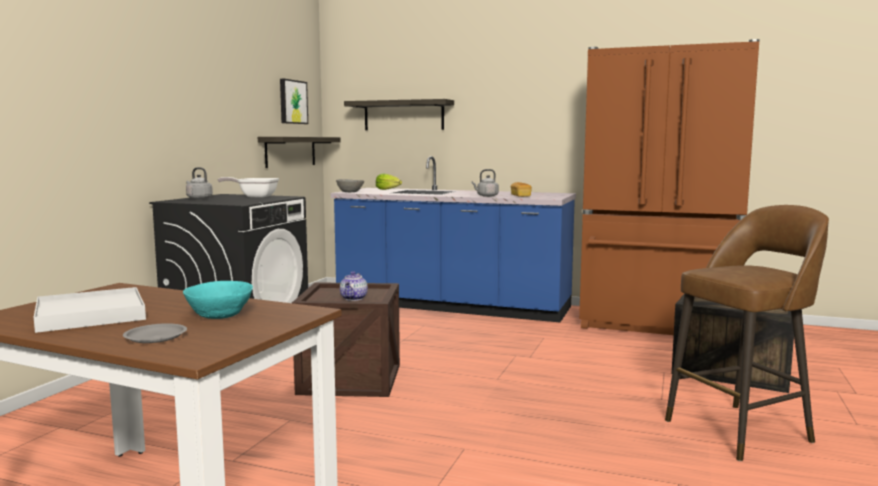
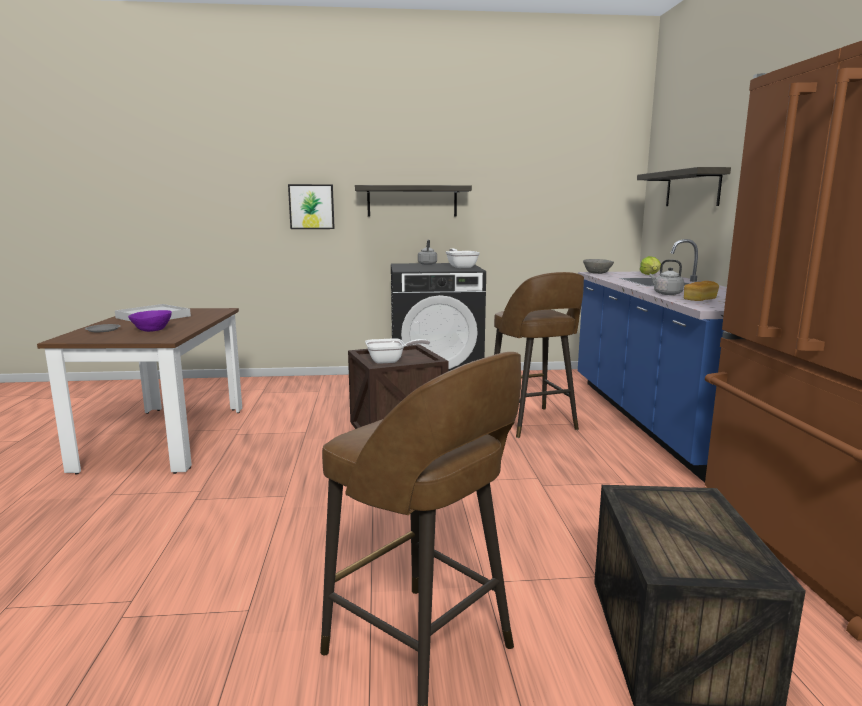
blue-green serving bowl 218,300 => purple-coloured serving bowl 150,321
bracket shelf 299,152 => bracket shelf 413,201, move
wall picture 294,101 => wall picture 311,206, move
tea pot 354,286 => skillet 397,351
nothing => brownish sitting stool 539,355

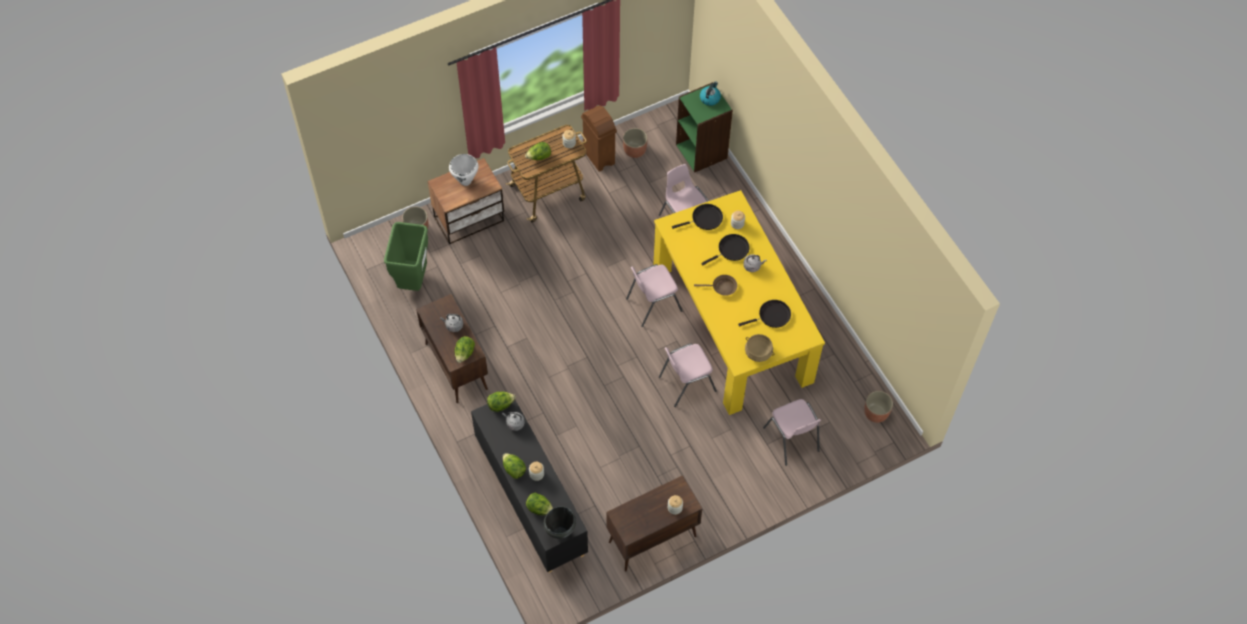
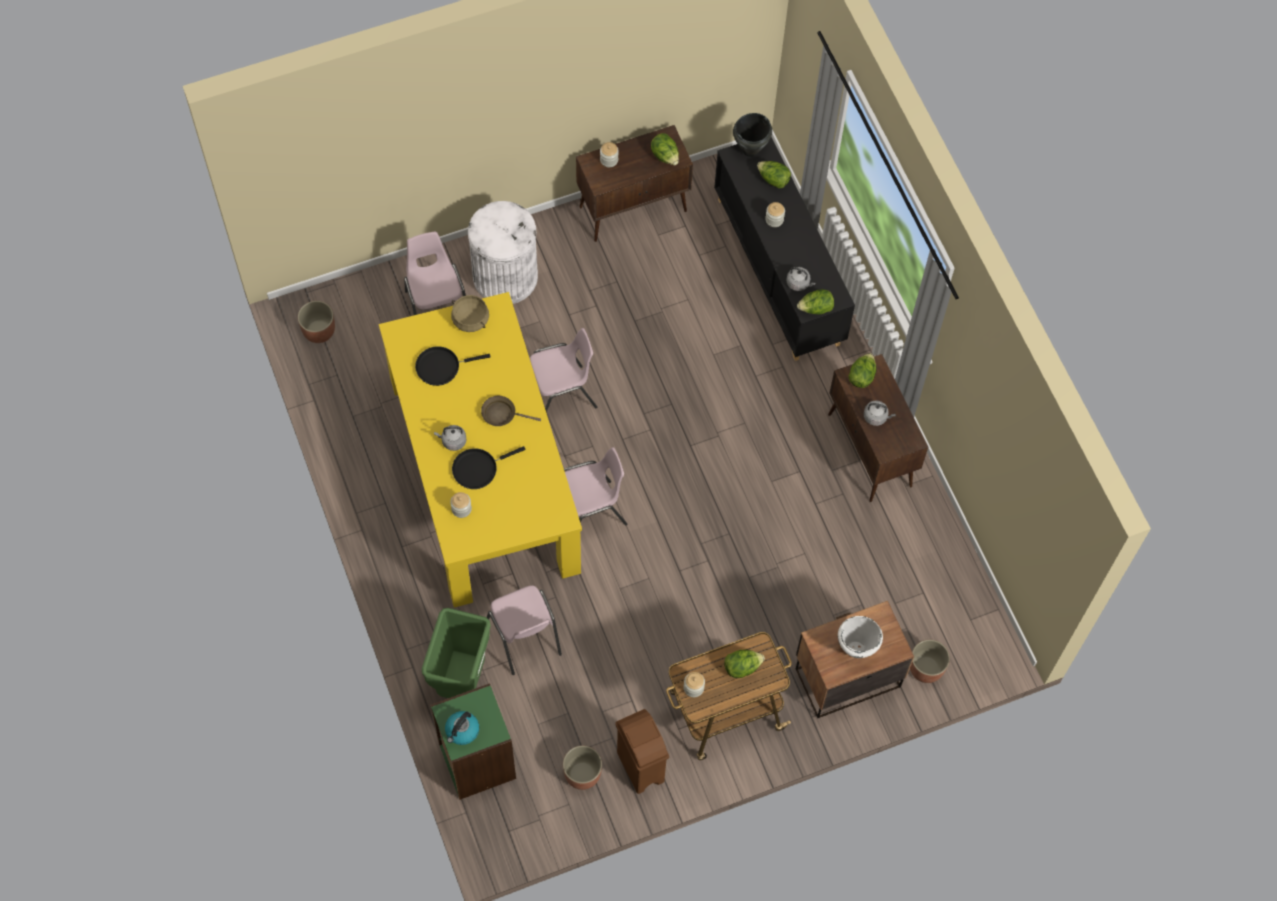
green waste bin 406,256 => green waste bin 456,653, move
lettuce 514,466 => lettuce 665,149, move
black skillet 697,217 => nothing
nothing => white waste bin 503,252

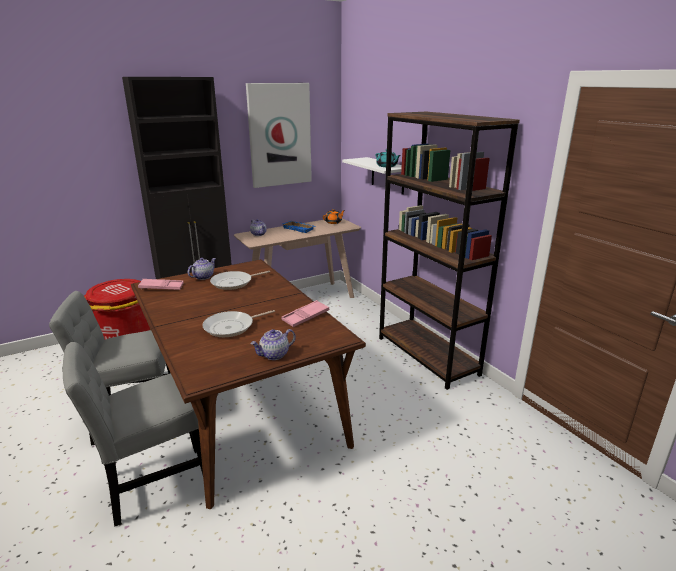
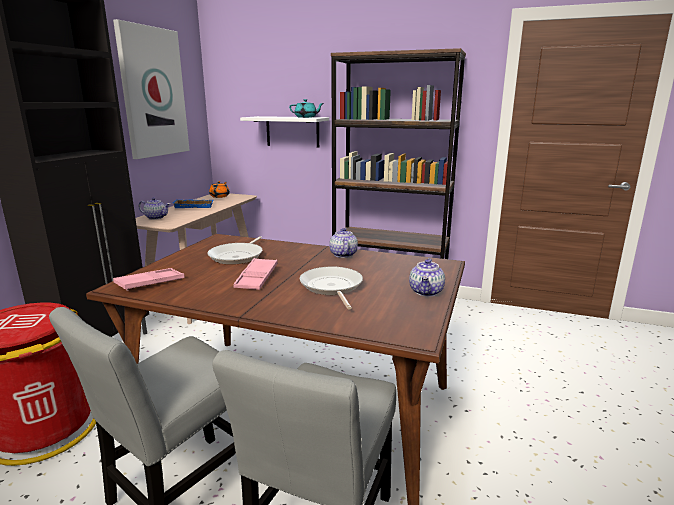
tea pot 202,269 => tea pot 343,243, move
skillet 238,323 => skillet 331,288, 150 degrees clockwise
pink-coloured serving tray 305,313 => pink-coloured serving tray 256,274, move

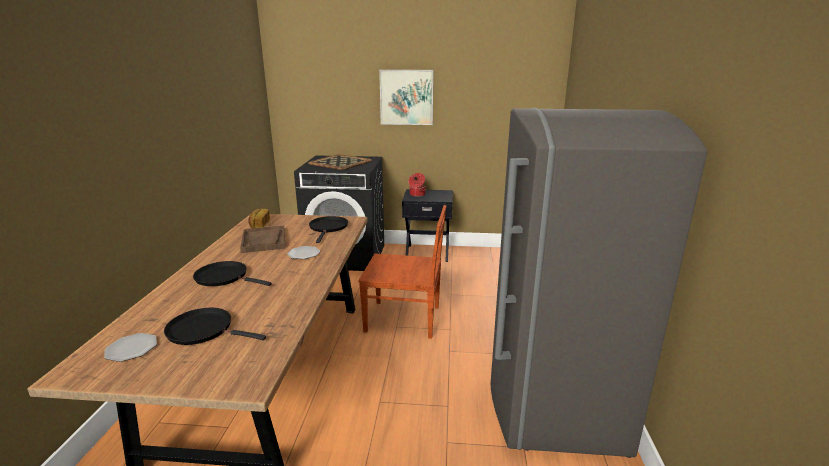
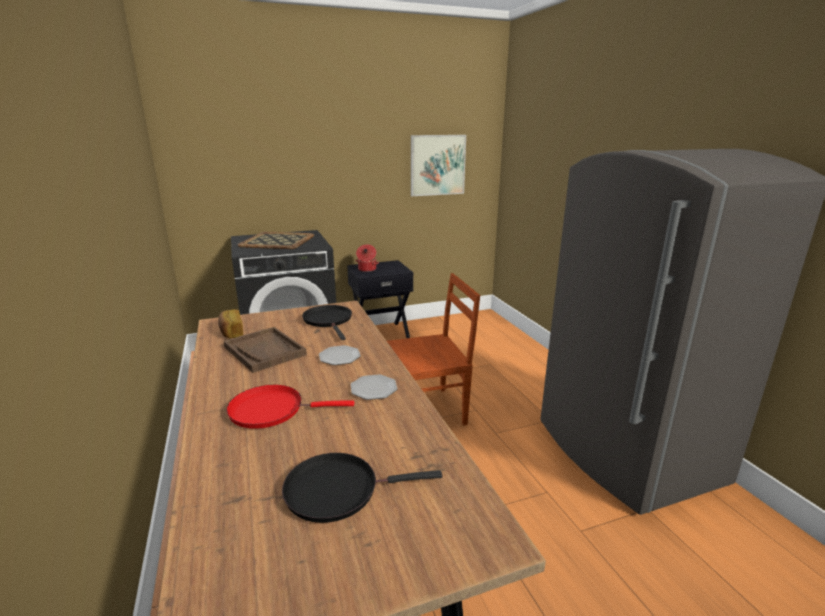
dinner plate 130,347 => dinner plate 374,387, move
black skillet 232,273 => reddish skillet 290,407
wall picture 406,97 => wall picture 438,165, move

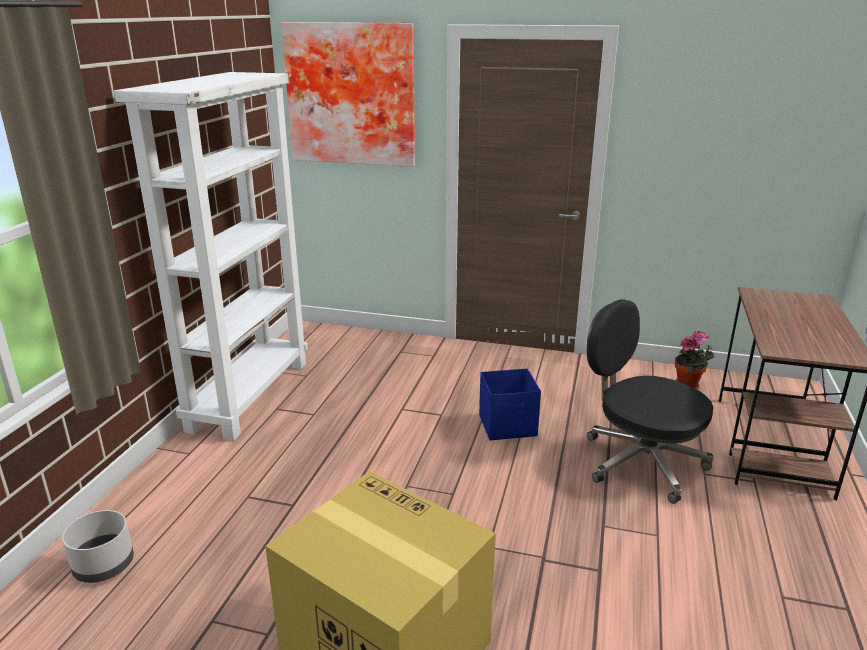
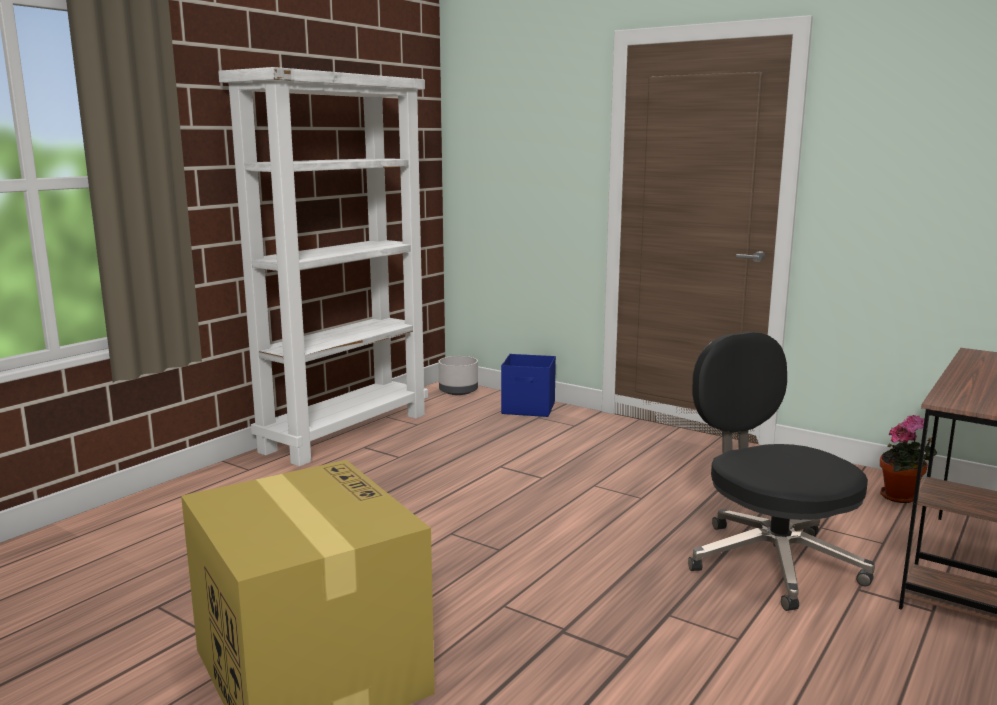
greyish plant pot 98,546 => greyish plant pot 458,375, move
wall picture 348,94 => nothing
bluish storage container 510,404 => bluish storage container 528,385, move

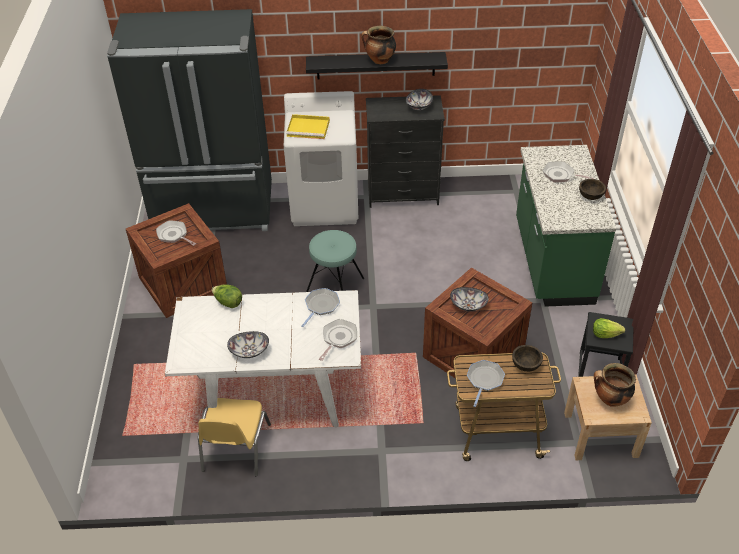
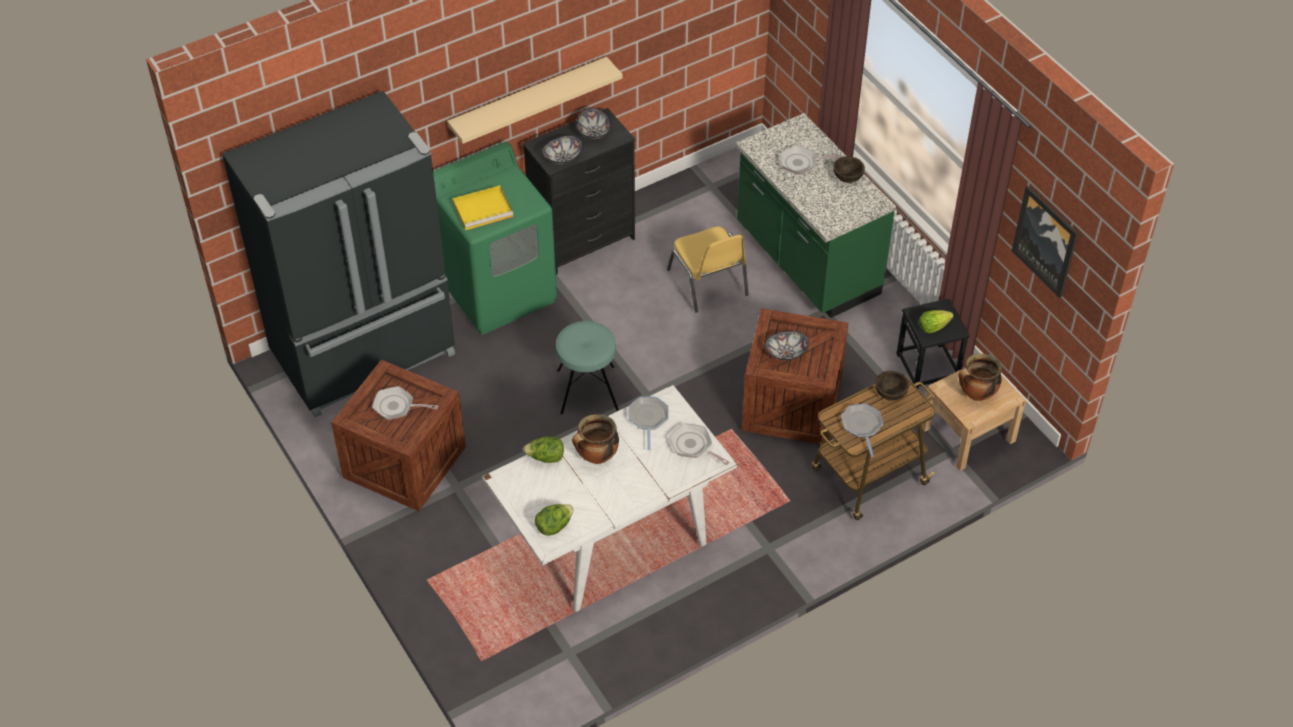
yellow plain chair 234,437 => yellow plain chair 708,269, move
serving bowl 248,344 => serving bowl 562,149, move
white laundry appliance 321,158 => green laundry appliance 495,238
black bracket shelf 377,66 => sand-coloured bracket shelf 535,100
skillet 338,340 => skillet 699,444, 45 degrees counterclockwise
saucepot 378,45 => saucepot 595,439, move
nothing => lettuce 554,520
nothing => wall picture 1045,242

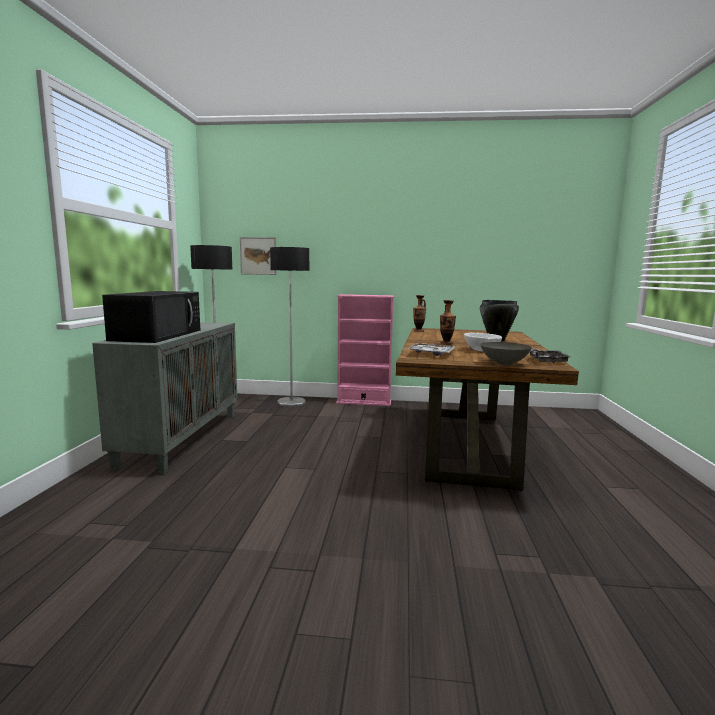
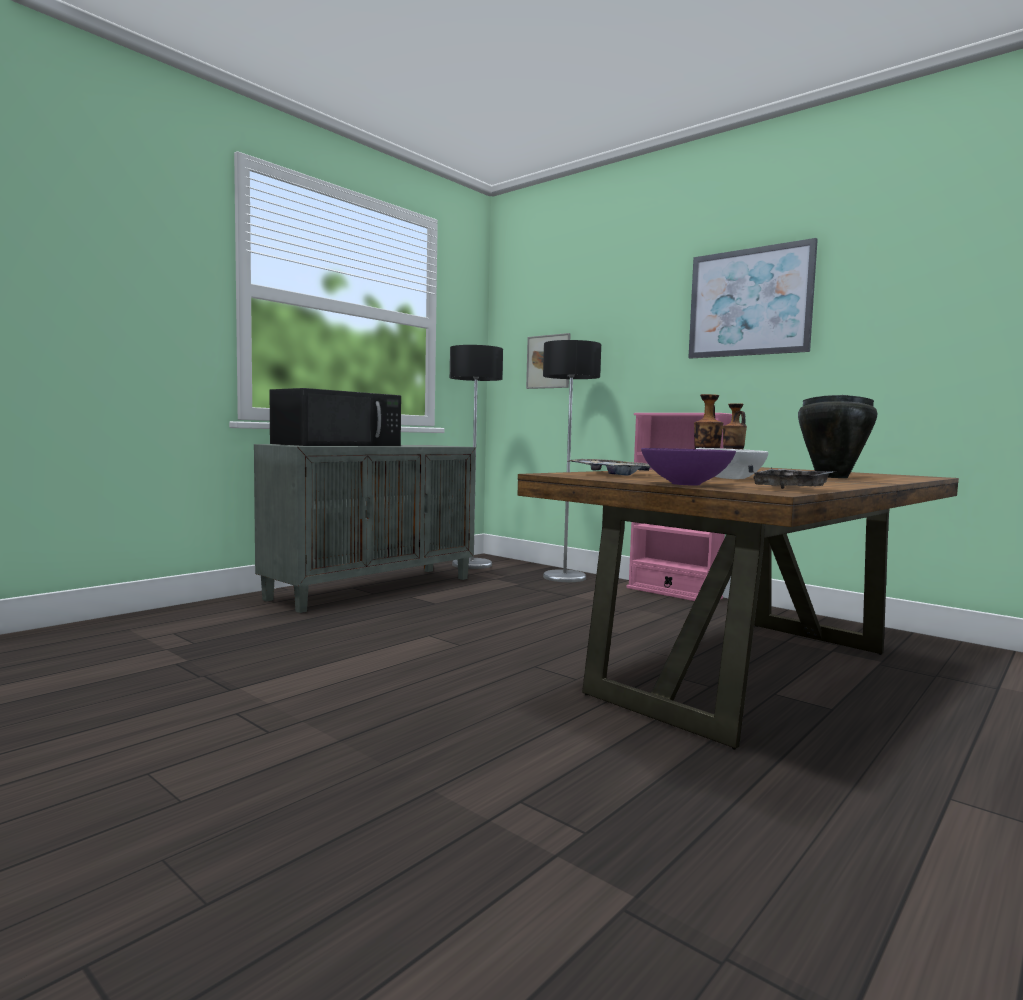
greyish serving bowl 506,353 => purple-coloured serving bowl 688,466
nothing => wall picture 753,298

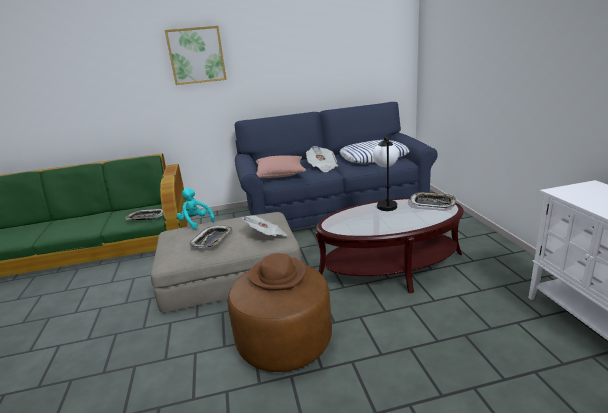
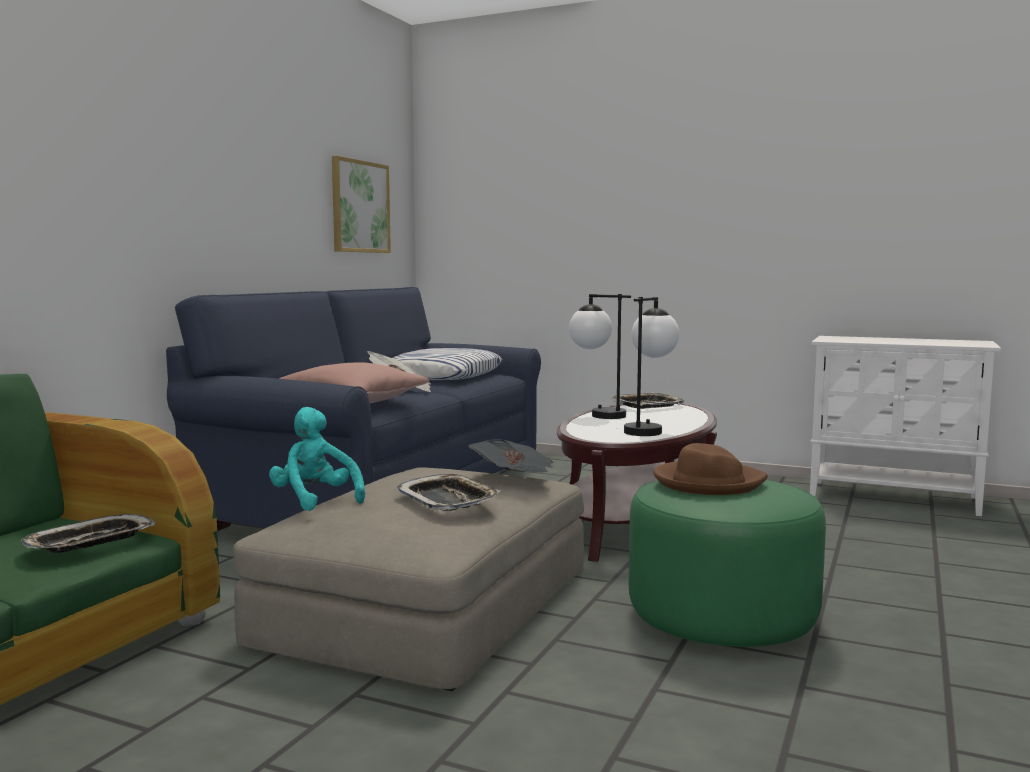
wall picture 196,55 => wall picture 361,204, move
blue-green cuddly toy 196,208 => blue-green cuddly toy 317,459, 60 degrees clockwise
brownish ottoman 280,318 => green ottoman 727,563
nothing => lamp for a table 651,366

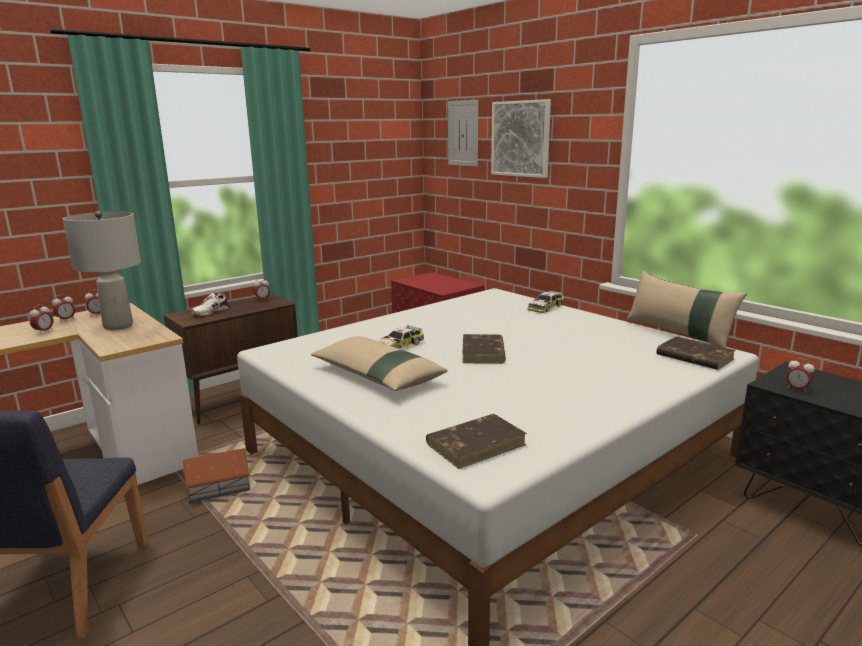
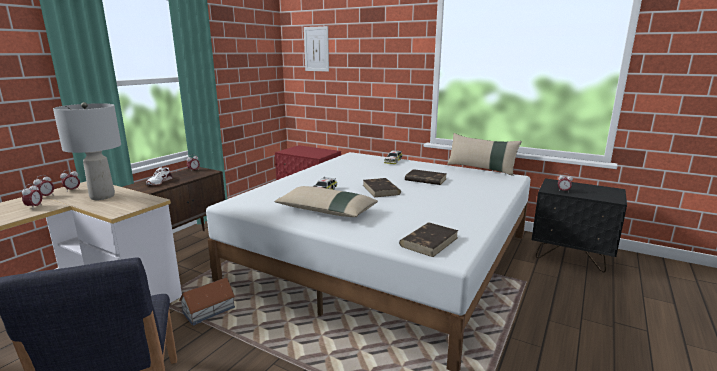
wall picture 521,138 => nothing
brownish book 696,353 => brownish book 426,177, move

